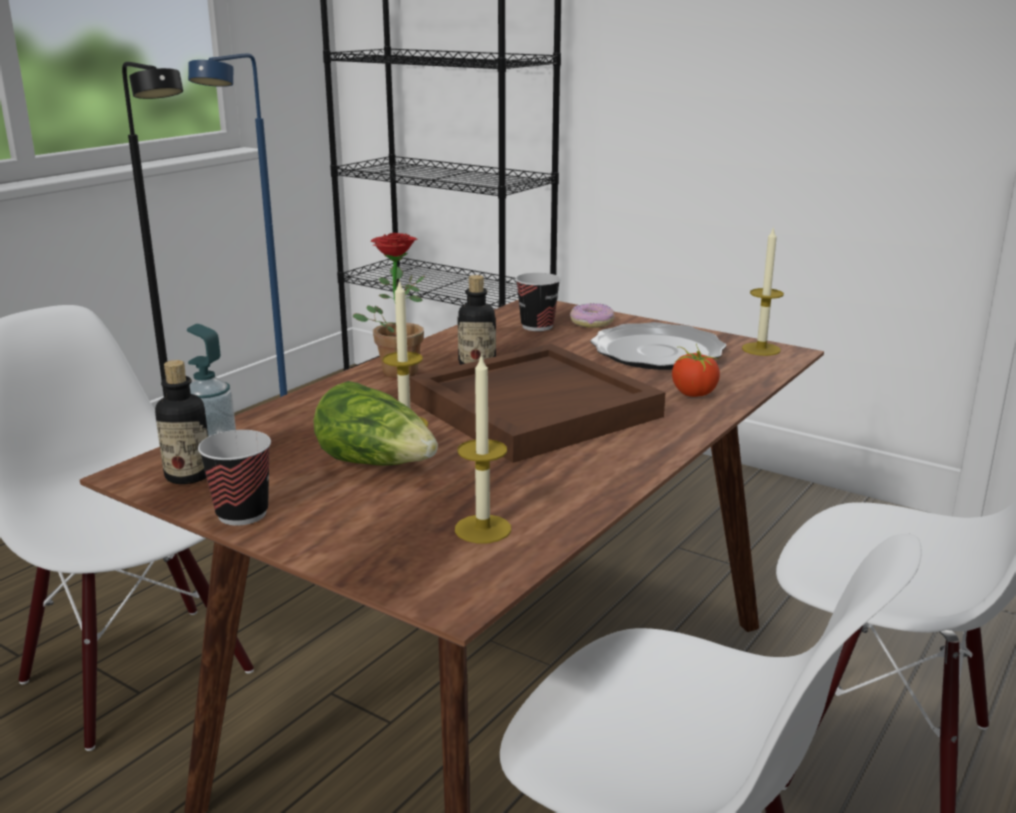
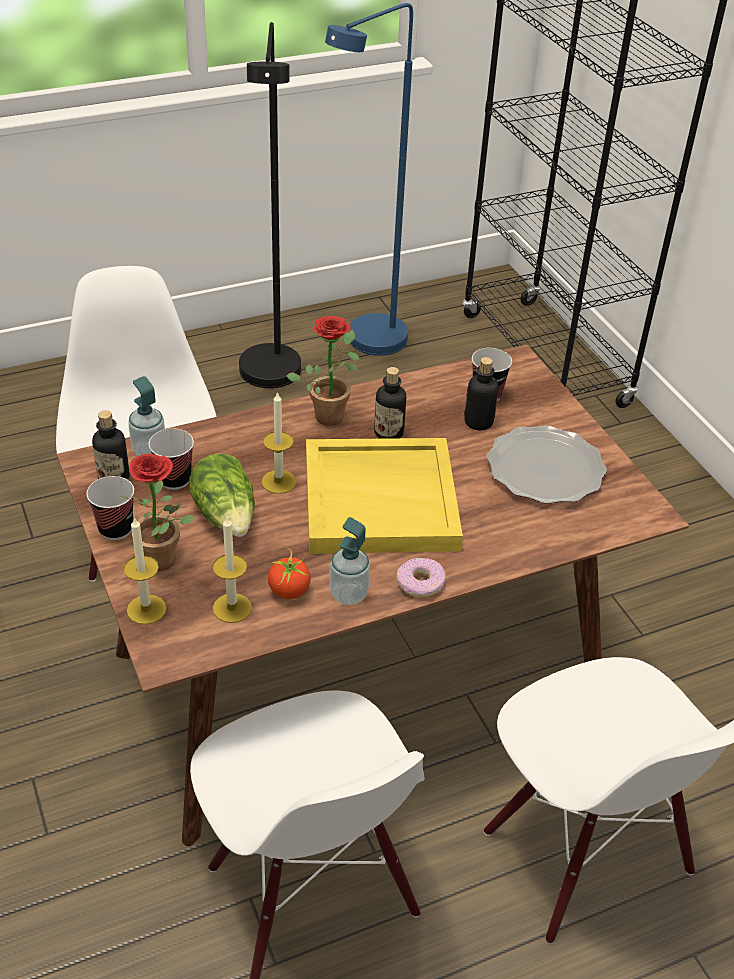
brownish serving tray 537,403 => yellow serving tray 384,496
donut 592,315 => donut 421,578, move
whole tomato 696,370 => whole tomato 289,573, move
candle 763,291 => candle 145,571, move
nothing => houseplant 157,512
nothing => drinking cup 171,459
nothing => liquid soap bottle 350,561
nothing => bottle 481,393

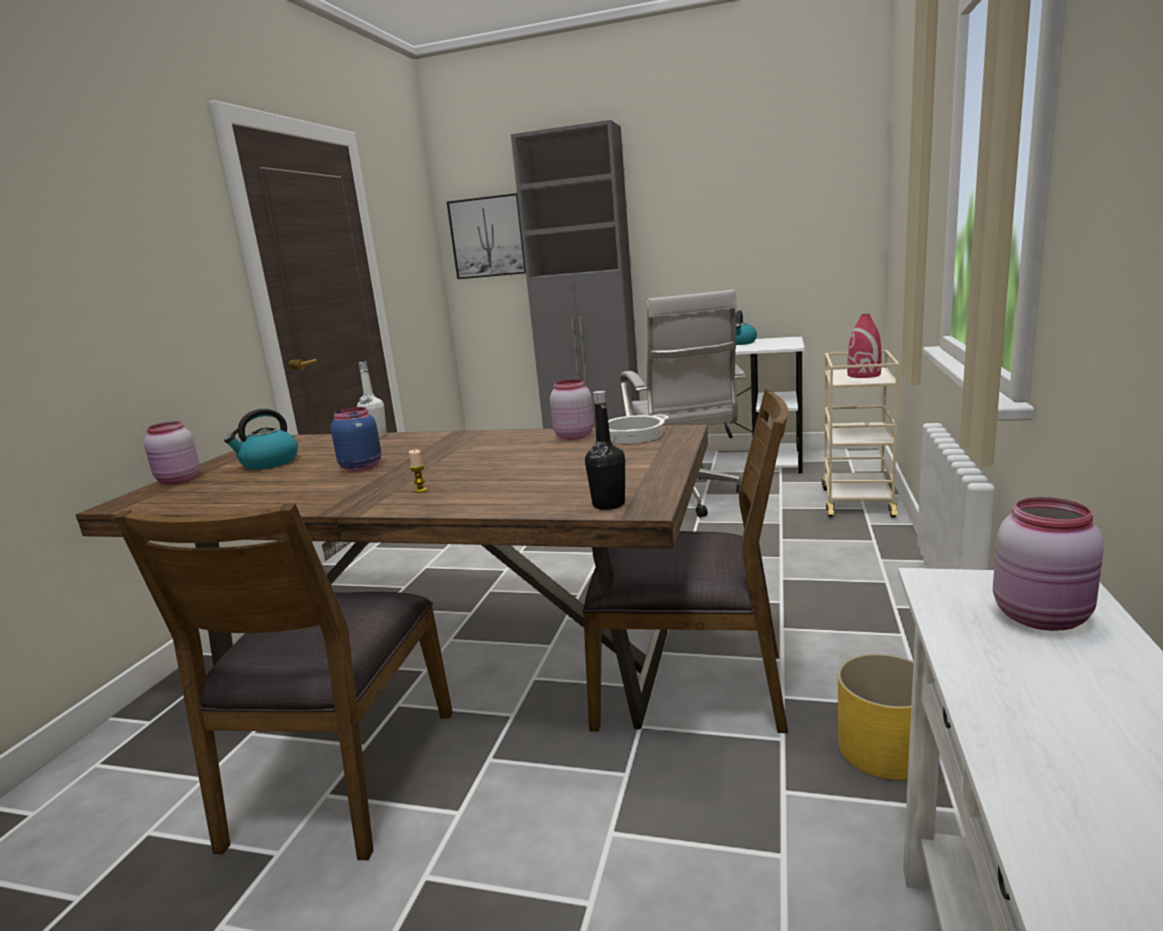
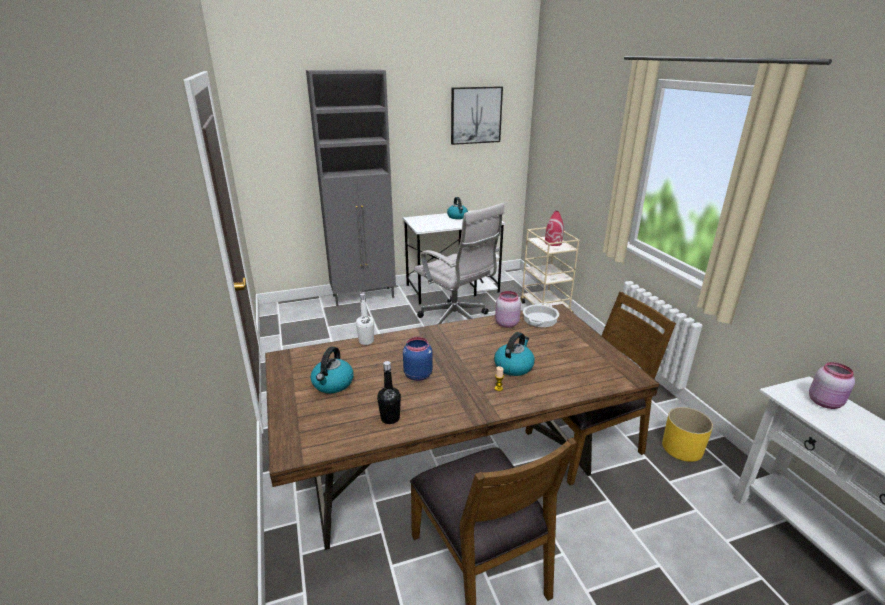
pink-coloured preserve jar 172,453 => nothing
wall picture 486,236 => wall picture 477,115, move
black bottle 605,450 => black bottle 389,392, move
nothing => water kettle 514,354

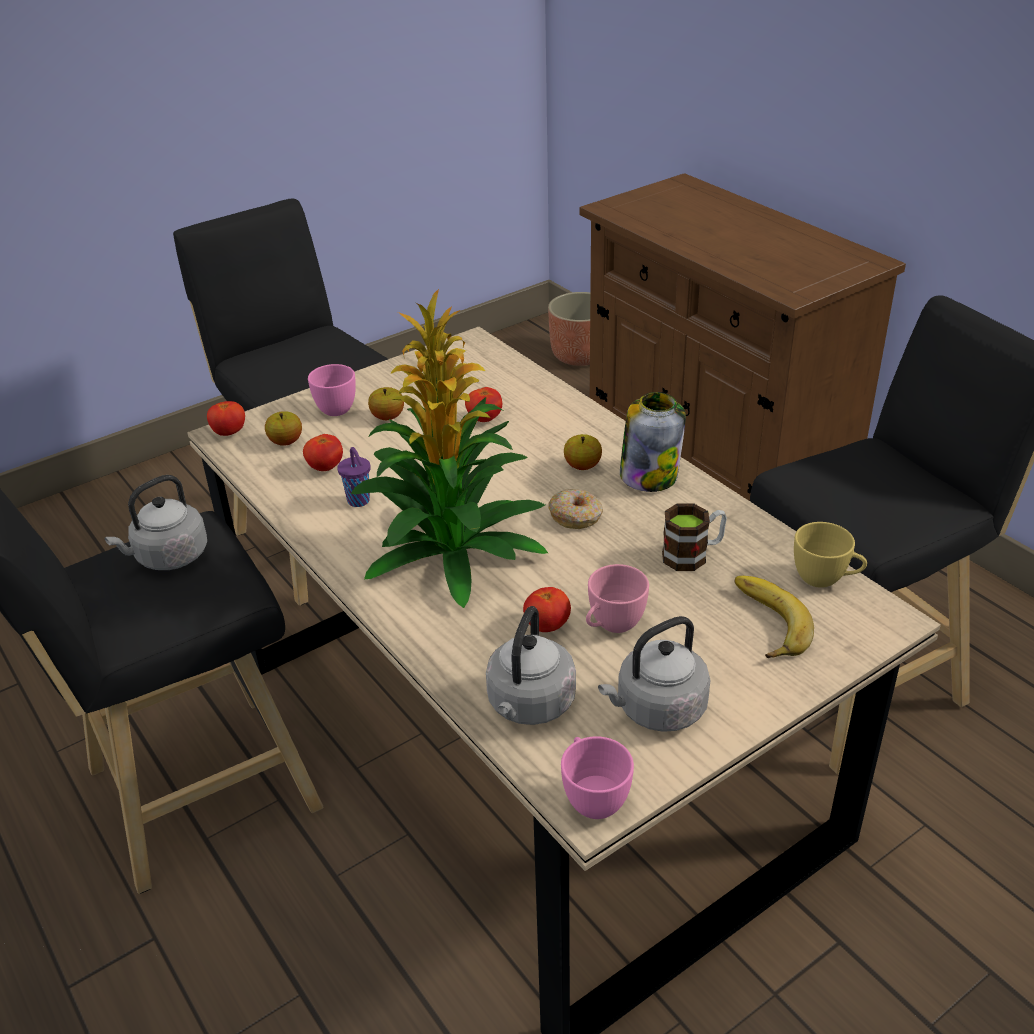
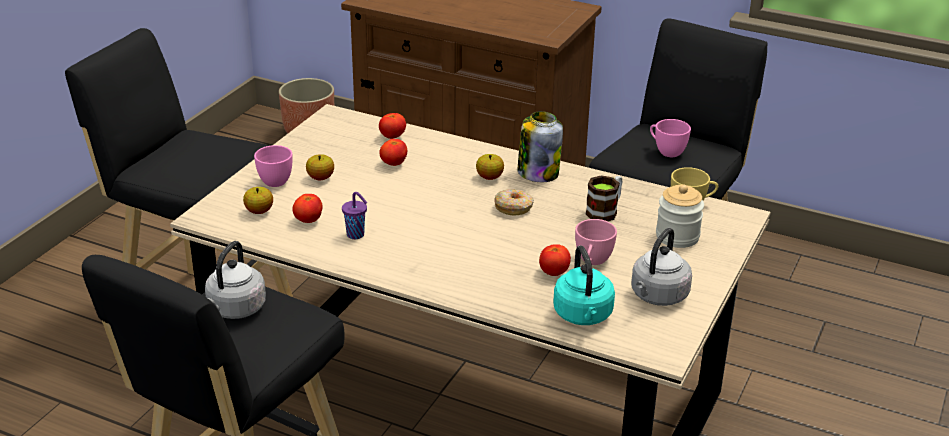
whole tomato 226,418 => whole tomato 392,126, move
houseplant 449,448 => nothing
greyish water kettle 531,665 => blue-green water kettle 584,285
pink-coloured drinking cup 597,777 => pink-coloured drinking cup 670,138, move
whole banana 774,617 => preserve jar 680,216

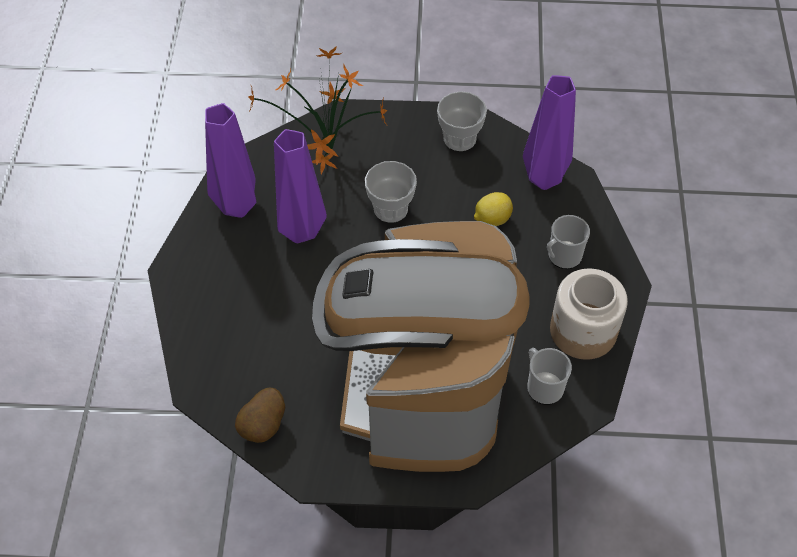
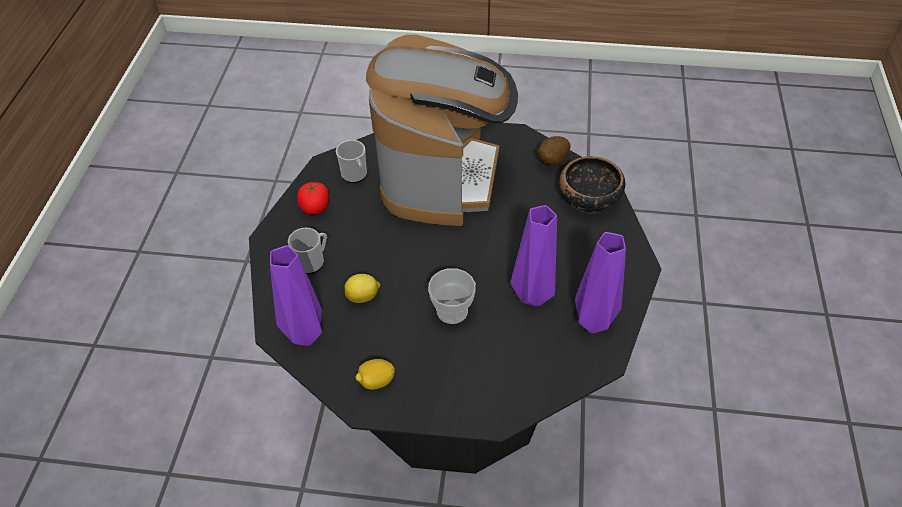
houseplant 318,110 => nothing
drinking cup 462,121 => lemon 375,374
preserve jar 589,314 => whole tomato 313,198
nothing => serving bowl 592,184

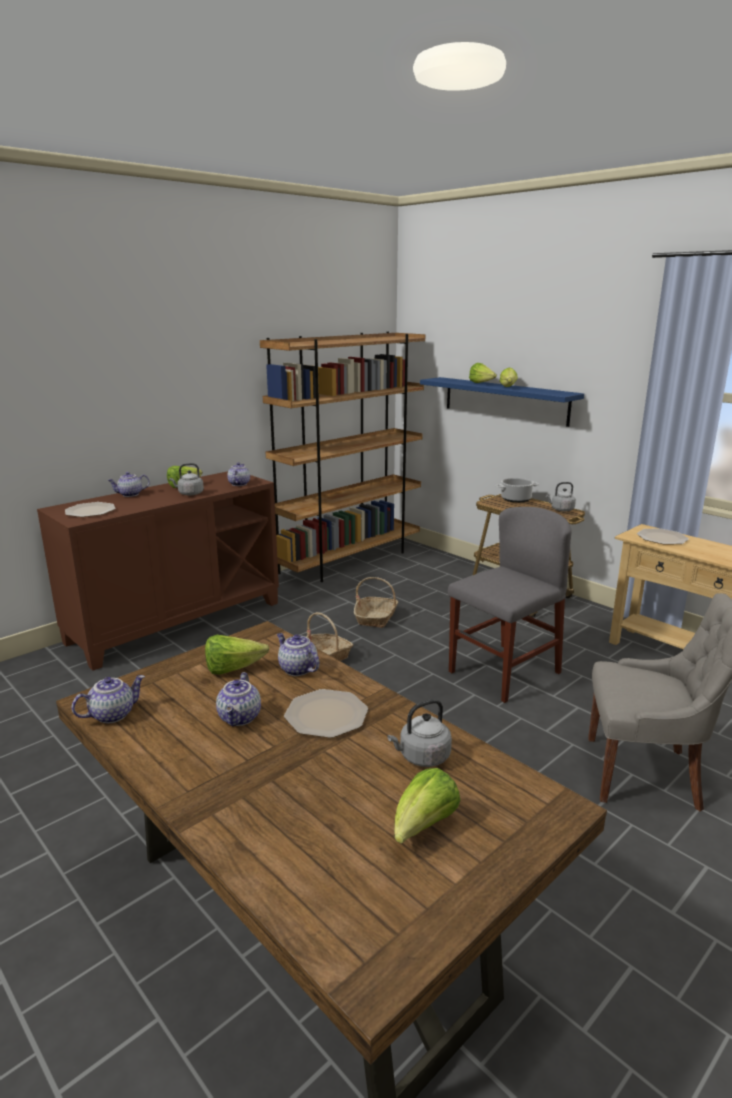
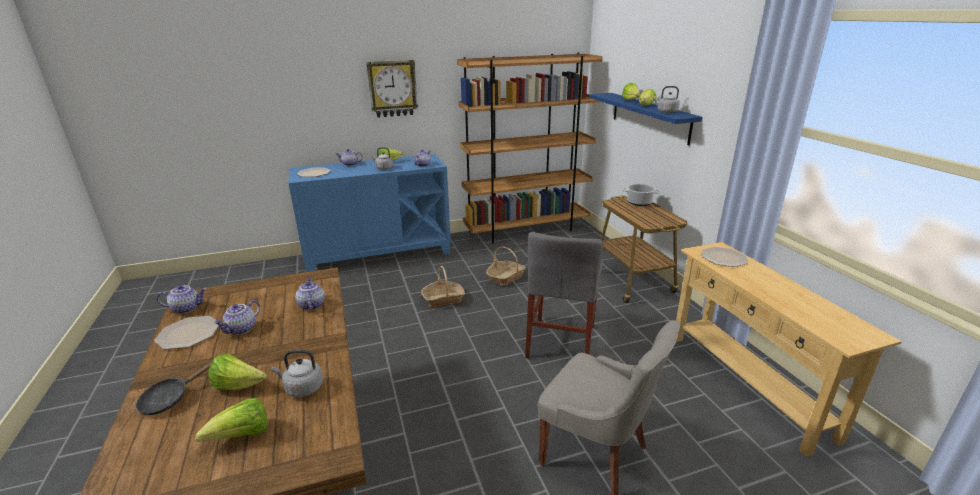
brownish storage cabinet 158,571 => bluish storage cabinet 369,213
lettuce 237,655 => lettuce 237,372, move
dinner plate 326,713 => dinner plate 186,332, move
greyish plain chair 510,605 => greyish plain chair 564,295, 120 degrees clockwise
greyish water kettle 561,497 => greyish water kettle 666,99, move
nothing => black skillet 174,387
nothing => clock on the wall 392,89

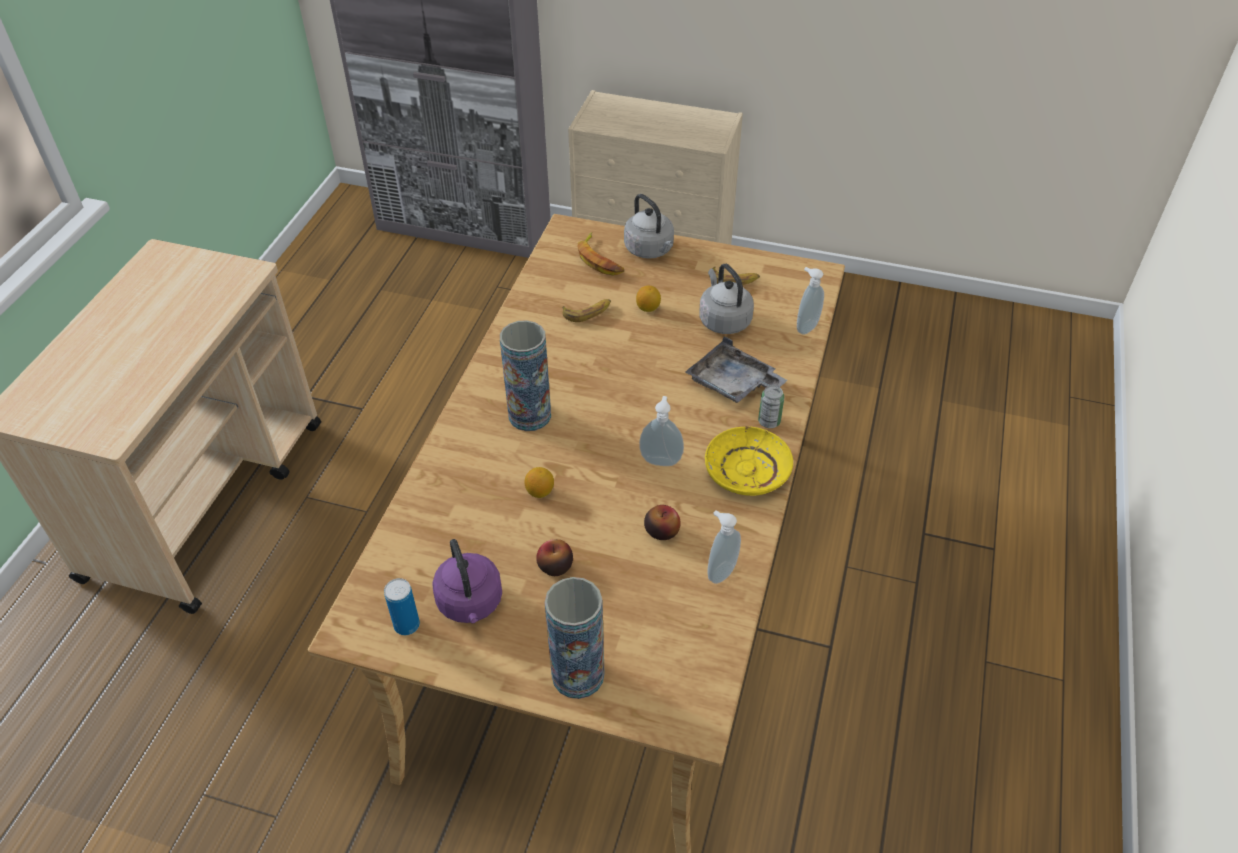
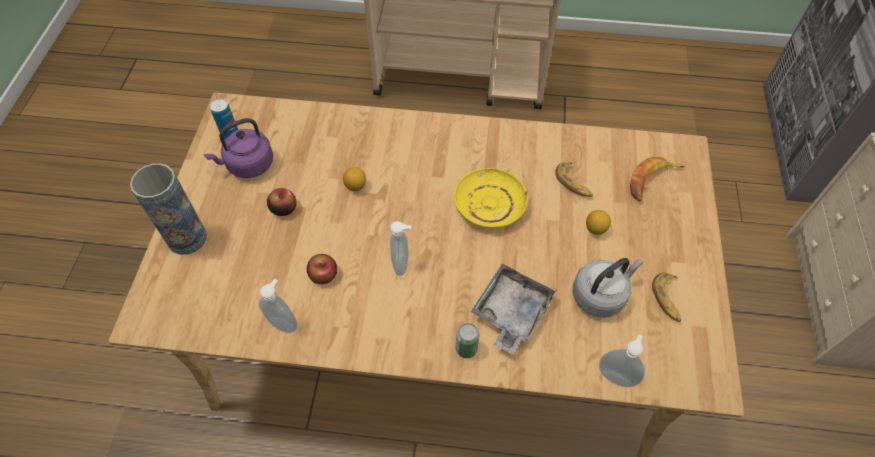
flower vase 525,375 => nothing
greyish water kettle 649,226 => nothing
yellow dinner plate 749,461 => yellow dinner plate 491,198, move

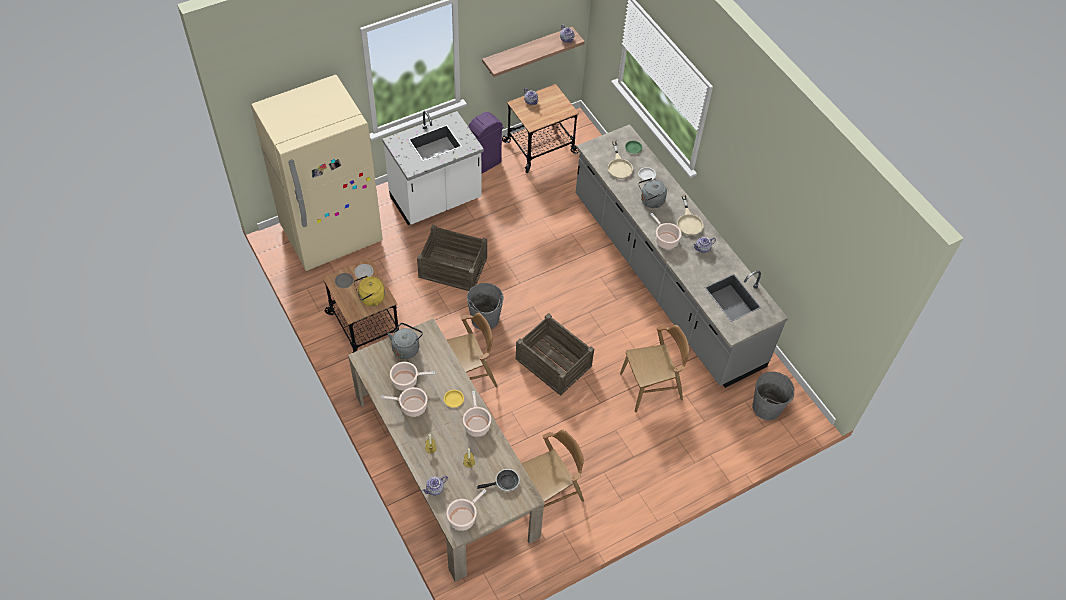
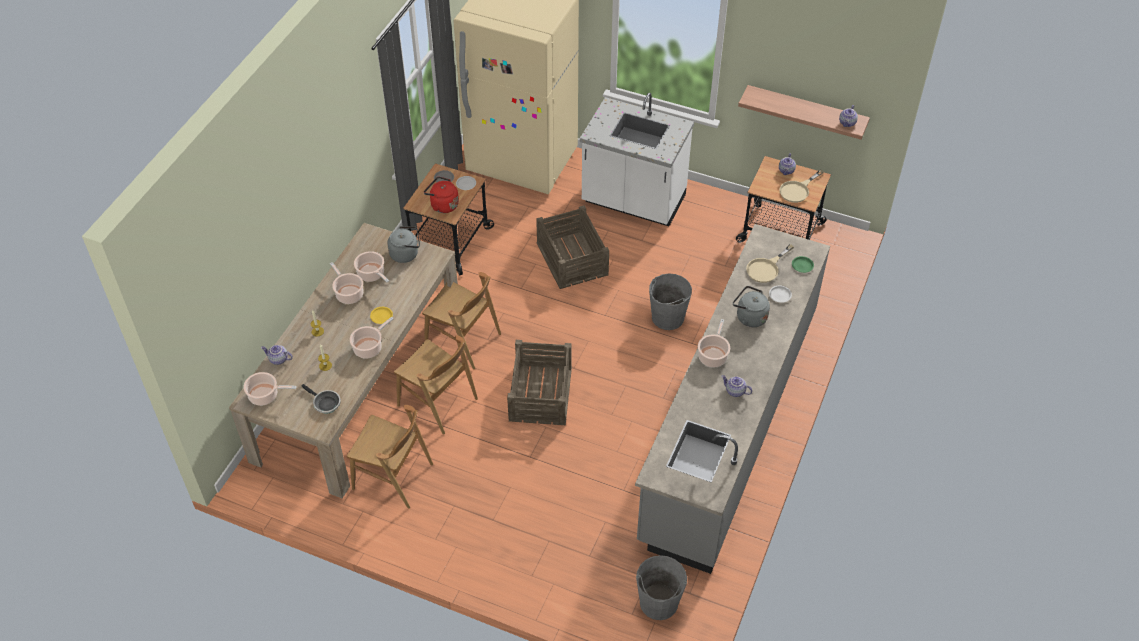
yellow water kettle 369,290 => reddish water kettle 441,195
greyish pail 485,306 => greyish pail 670,301, move
purple-coloured waste bin 486,143 => nothing
brownish plain chair 655,368 => brownish plain chair 436,384, move
sand-coloured skillet 690,215 => sand-coloured skillet 801,186, move

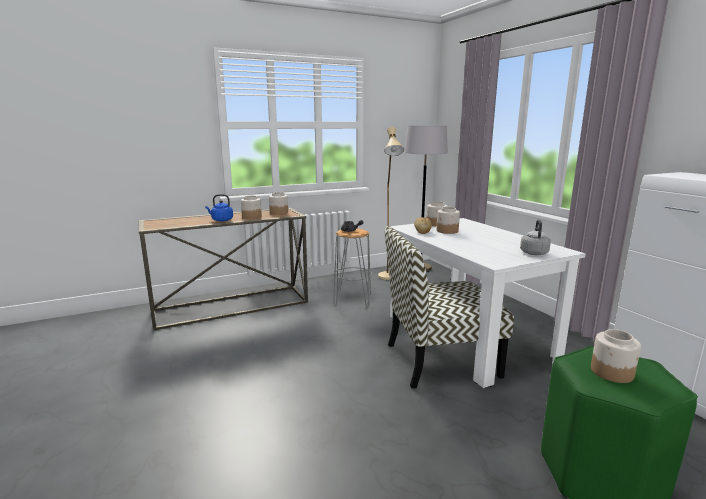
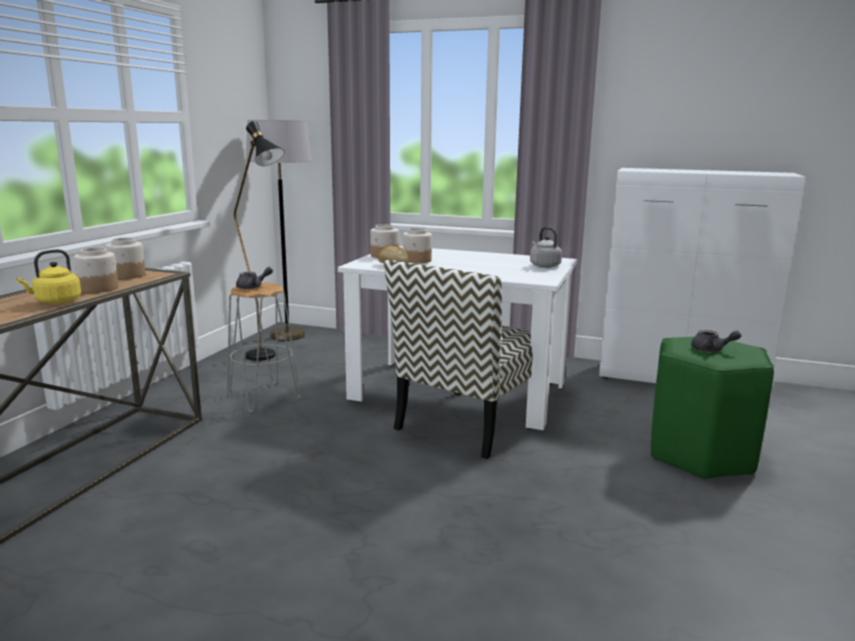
bluish water kettle 219,208 => yellow water kettle 48,276
sand-coloured standard lamp 391,203 => black standard lamp 259,241
preserve jar 616,356 => greyish tea pot 716,341

